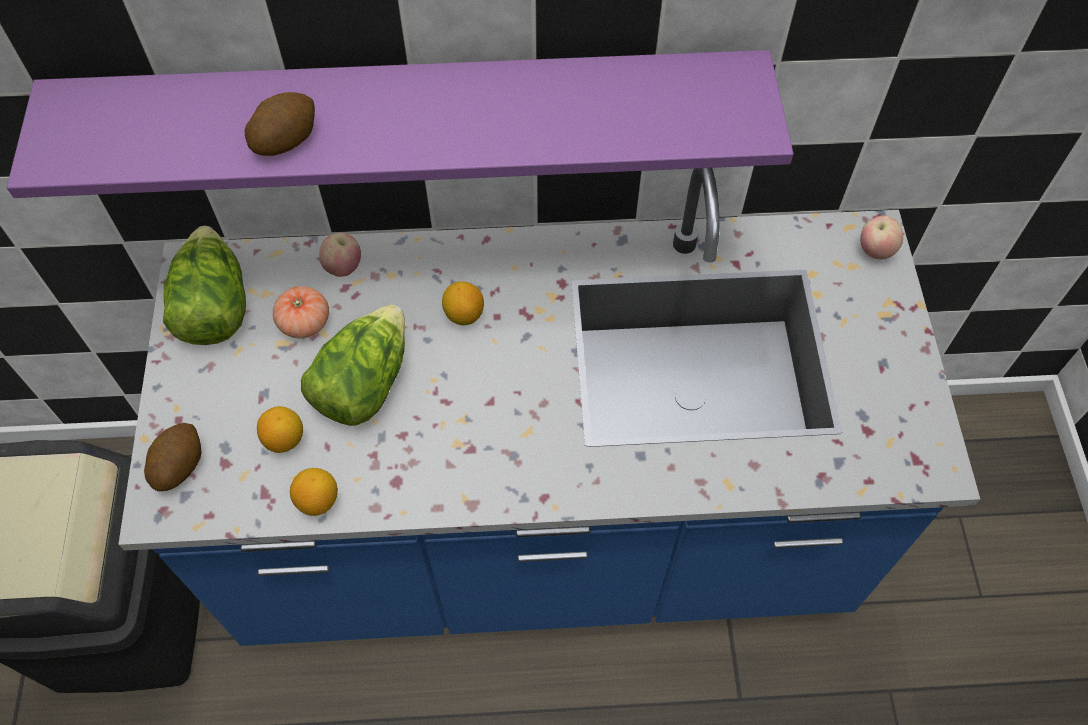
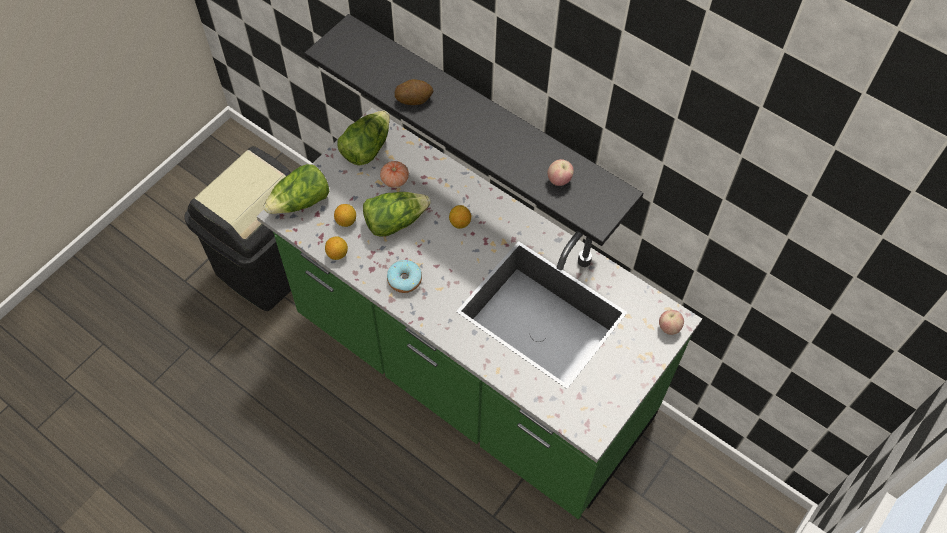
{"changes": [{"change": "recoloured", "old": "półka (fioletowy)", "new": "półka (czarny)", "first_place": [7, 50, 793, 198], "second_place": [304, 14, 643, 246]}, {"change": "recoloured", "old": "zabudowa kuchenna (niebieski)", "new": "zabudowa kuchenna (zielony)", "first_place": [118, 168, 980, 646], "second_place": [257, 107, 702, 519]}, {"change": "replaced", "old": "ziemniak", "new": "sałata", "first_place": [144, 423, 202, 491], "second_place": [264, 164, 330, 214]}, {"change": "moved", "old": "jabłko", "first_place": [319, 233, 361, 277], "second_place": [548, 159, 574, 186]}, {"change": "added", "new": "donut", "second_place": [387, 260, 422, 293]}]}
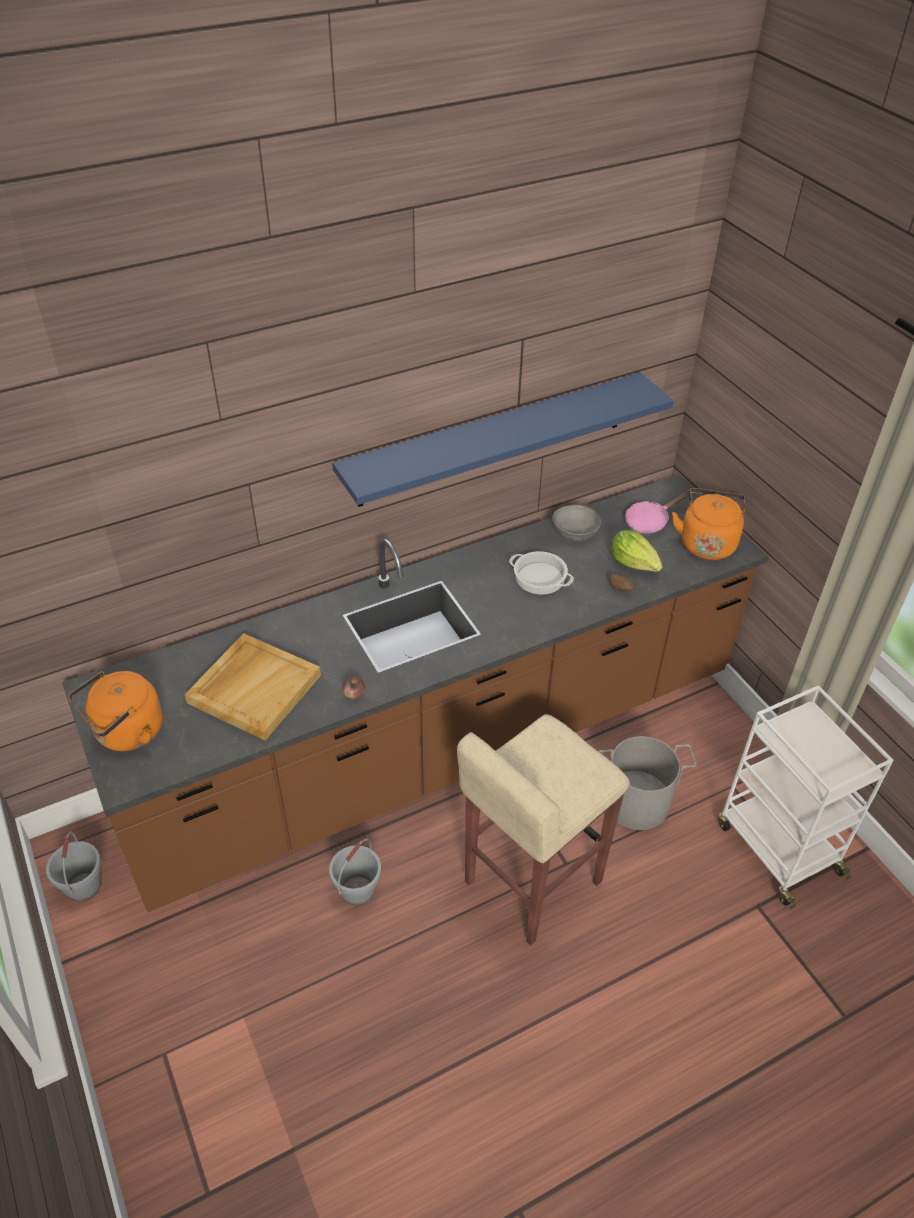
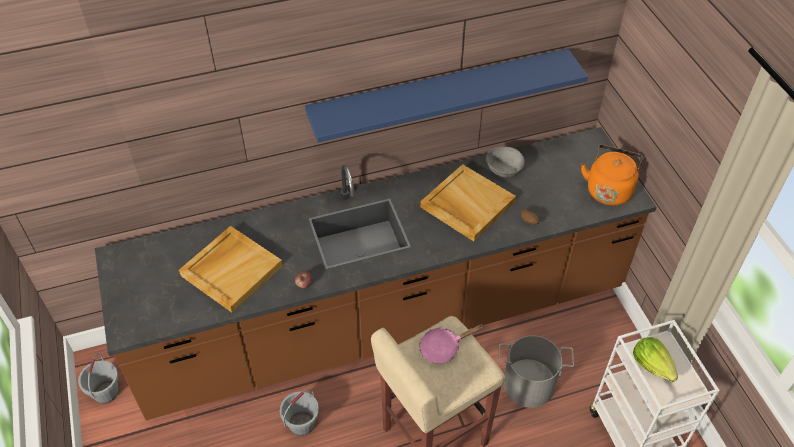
{"changes": [{"change": "removed", "old": "czajnik (pomarańczowy)", "first_place": [69, 671, 163, 751]}, {"change": "replaced", "old": "garnek", "new": "taca (beżowy)", "first_place": [509, 551, 574, 595], "second_place": [421, 164, 516, 241]}, {"change": "moved", "old": "sałata", "first_place": [610, 530, 663, 572], "second_place": [633, 337, 678, 382]}, {"change": "moved", "old": "patelnia (różowy)", "first_place": [625, 492, 689, 534], "second_place": [419, 324, 485, 364]}]}
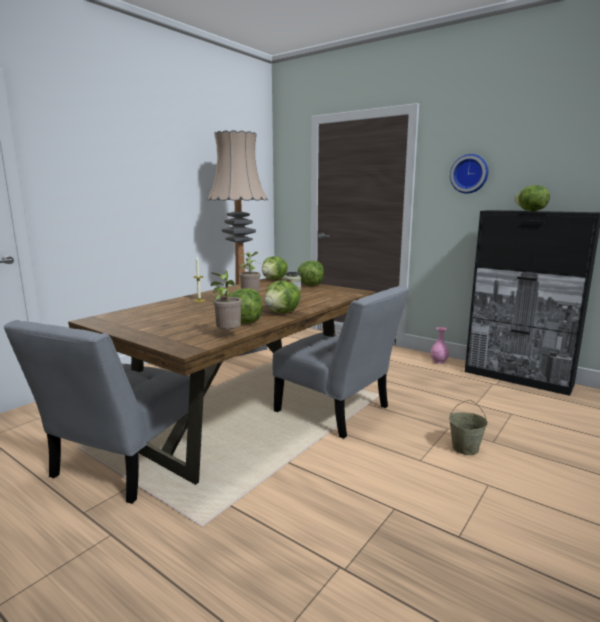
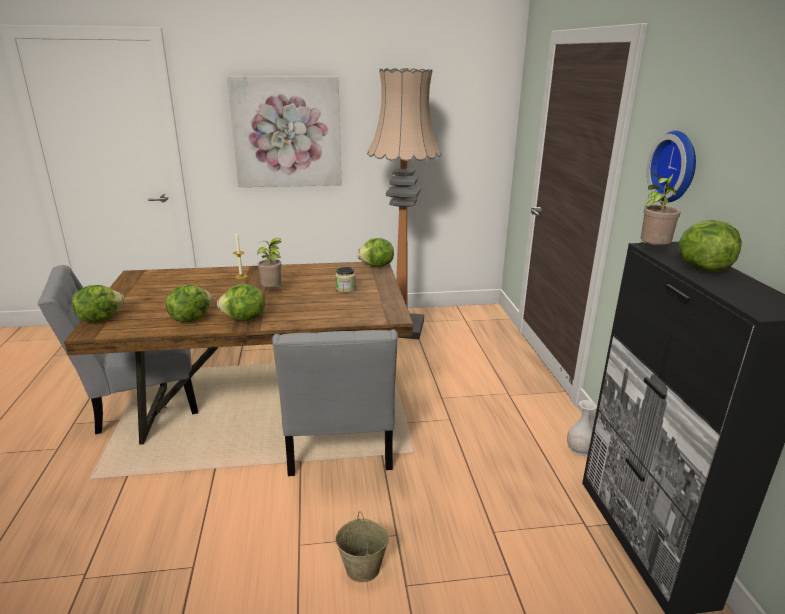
{"changes": [{"change": "moved", "old": "roślina doniczkowa", "first_place": [211, 271, 242, 332], "second_place": [639, 173, 681, 245]}, {"change": "moved", "old": "sałata", "first_place": [297, 261, 324, 286], "second_place": [72, 285, 125, 323]}, {"change": "recoloured", "old": "wazon (różowy)", "new": "wazon (biały)", "first_place": [430, 327, 449, 364], "second_place": [567, 400, 597, 456]}, {"change": "added", "new": "obraz", "second_place": [227, 76, 342, 187]}]}
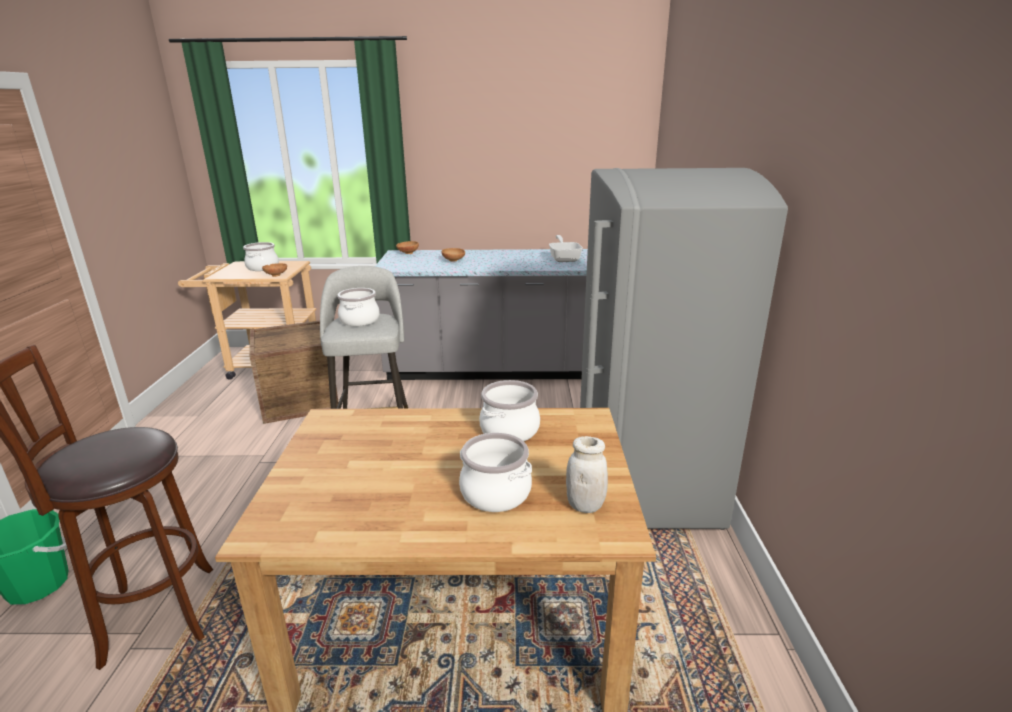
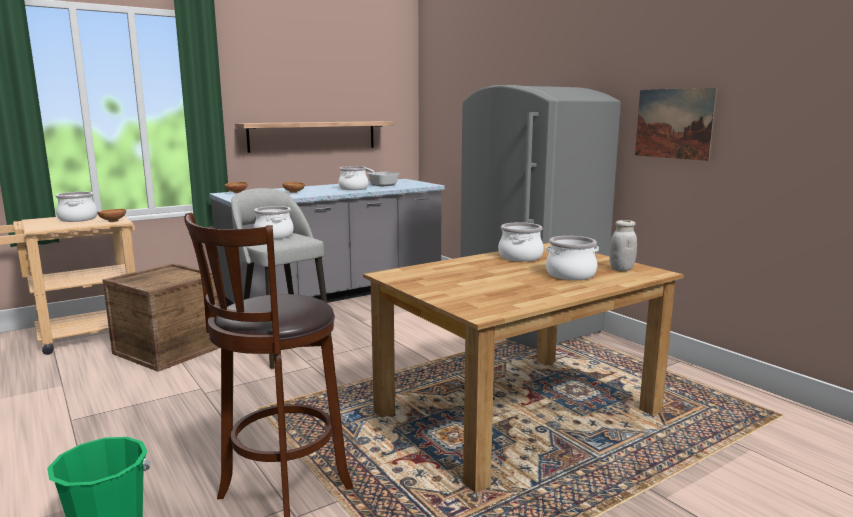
{"changes": [{"change": "added", "new": "półka", "second_place": [235, 121, 394, 153]}, {"change": "added", "new": "garnek", "second_place": [338, 166, 368, 190]}, {"change": "added", "new": "obraz", "second_place": [635, 88, 718, 161]}]}
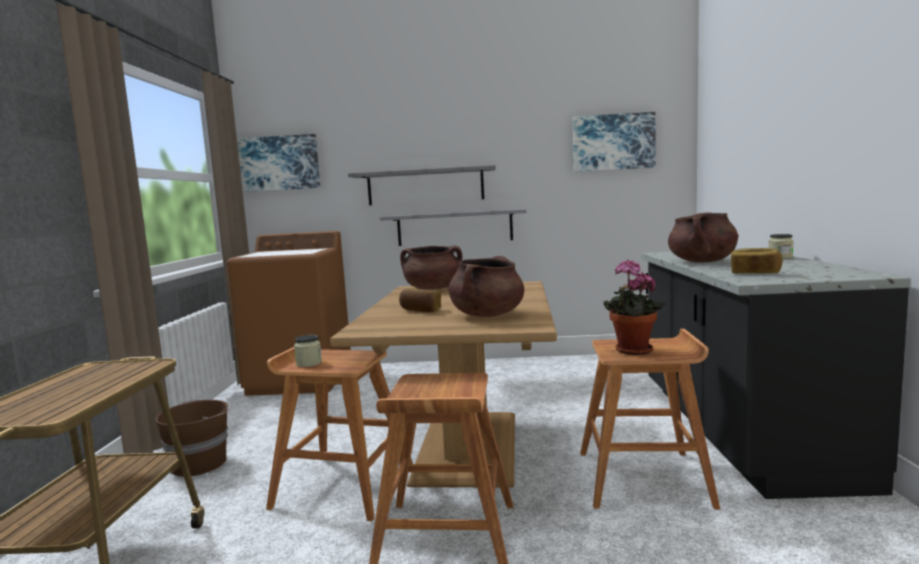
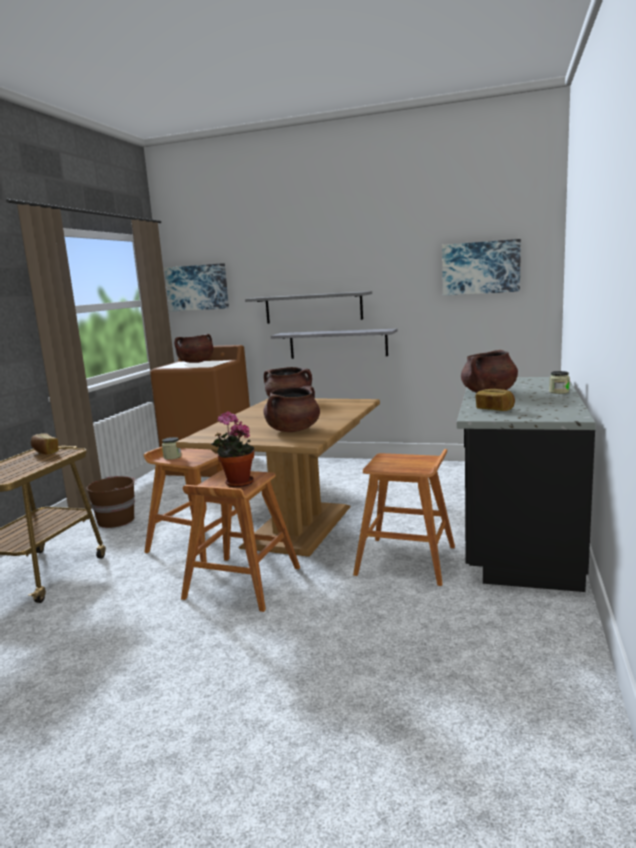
{"changes": [{"change": "moved", "old": "chleb", "first_place": [399, 288, 441, 312], "second_place": [31, 433, 59, 455]}, {"change": "moved", "old": "roślina doniczkowa", "first_place": [604, 259, 665, 355], "second_place": [211, 411, 254, 487]}, {"change": "added", "new": "garnek (brązowy)", "second_place": [174, 334, 213, 363]}]}
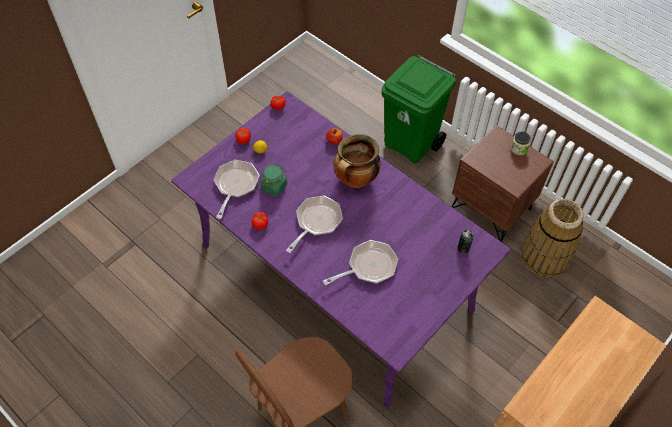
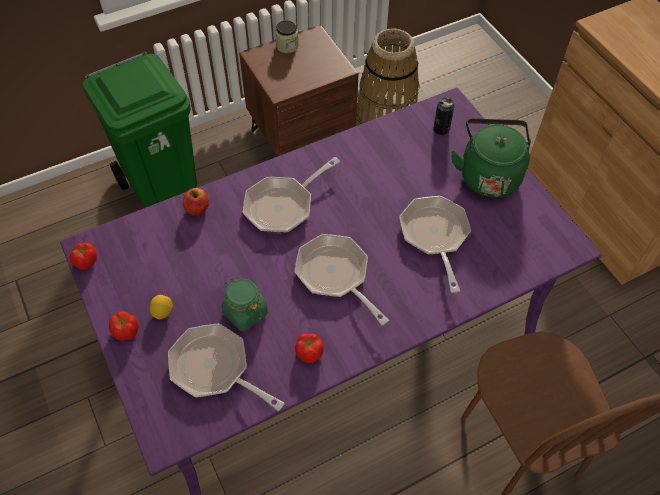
{"changes": [{"change": "replaced", "old": "garnek", "new": "patelnia", "first_place": [333, 134, 381, 188], "second_place": [243, 157, 340, 232]}, {"change": "added", "new": "czajnik (zielony)", "second_place": [451, 119, 531, 198]}]}
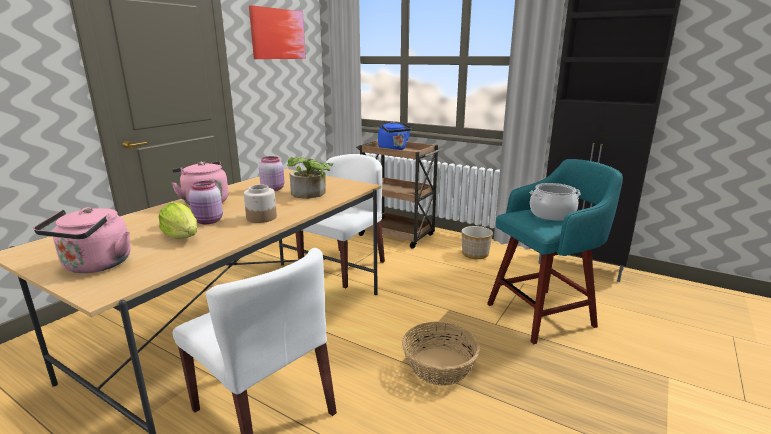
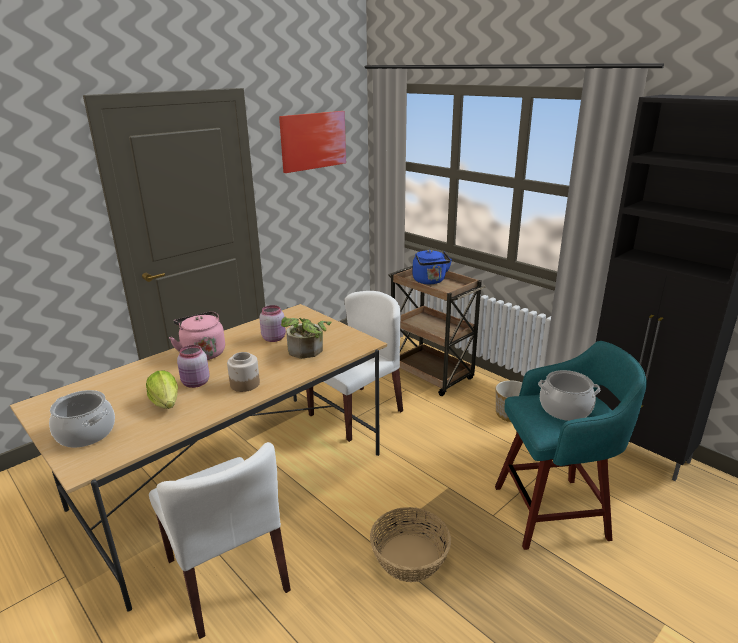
{"changes": [{"change": "replaced", "old": "czajnik (różowy)", "new": "garnek", "first_place": [33, 207, 131, 273], "second_place": [49, 390, 115, 448]}]}
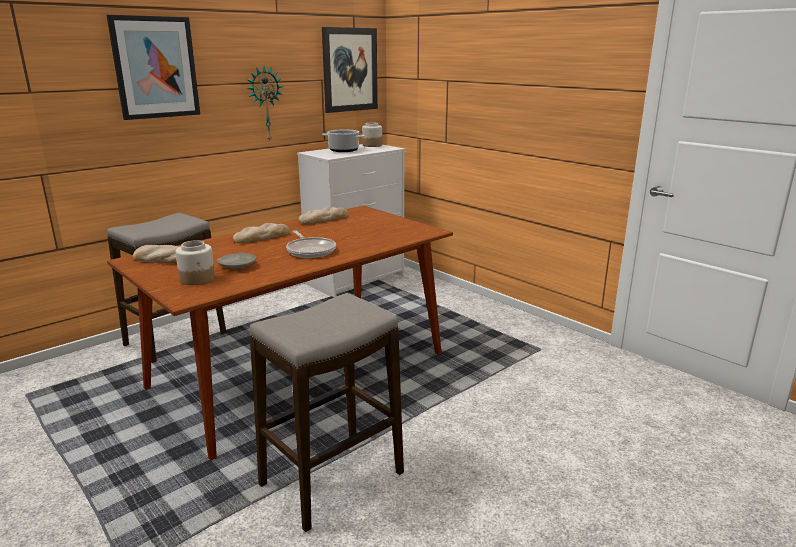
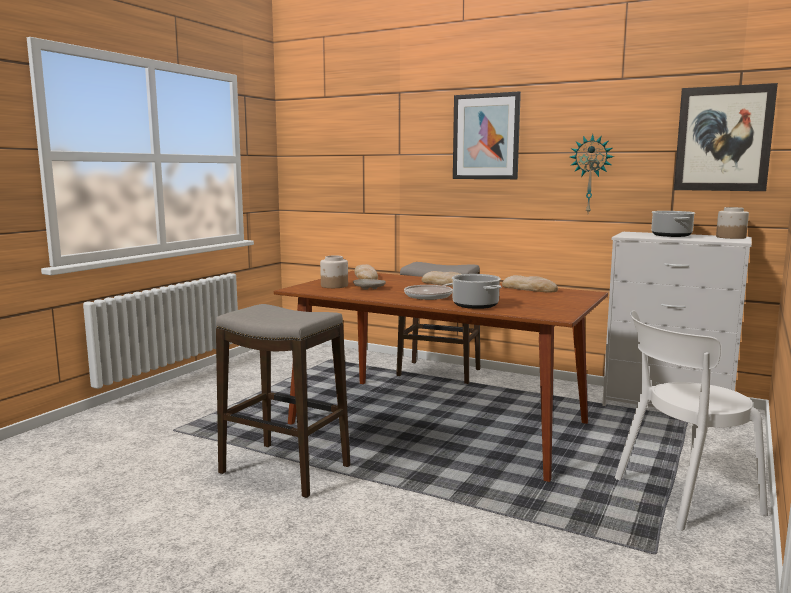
{"changes": [{"change": "added", "new": "garnek", "second_place": [452, 274, 501, 309]}, {"change": "added", "new": "krzesło (biały)", "second_place": [615, 310, 768, 531]}]}
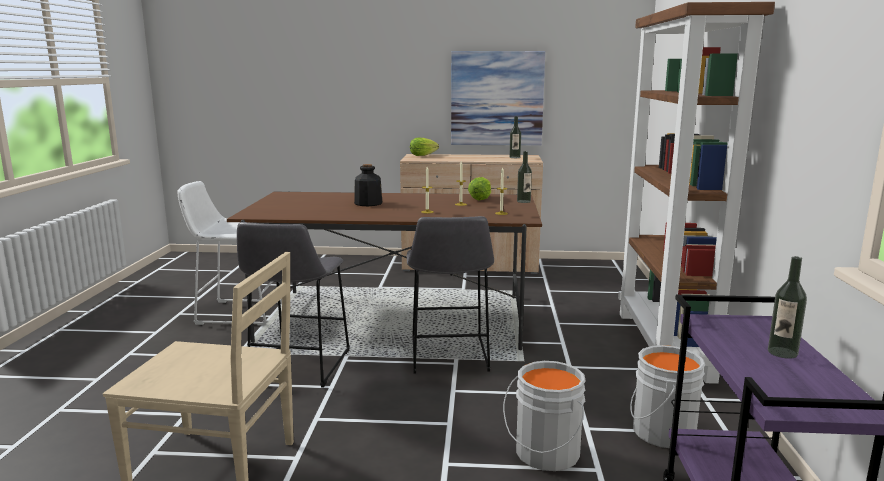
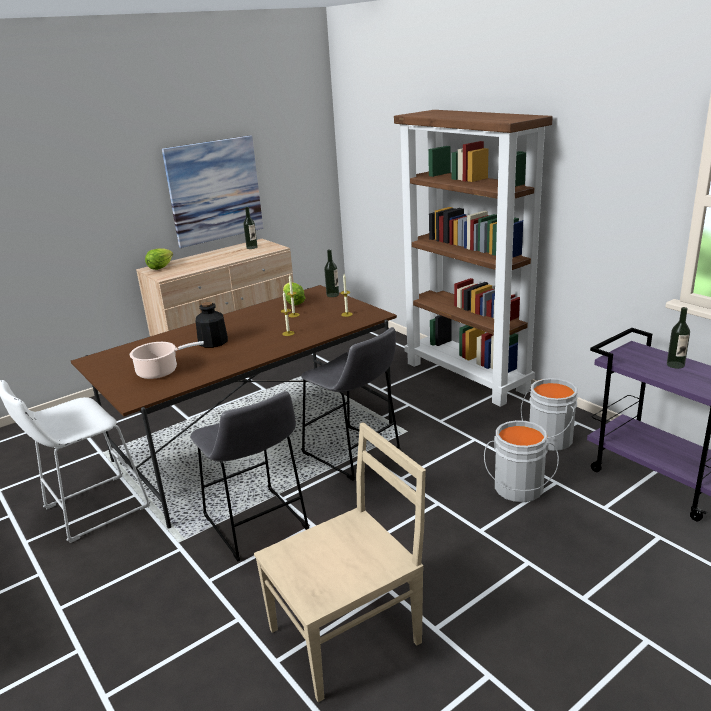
{"changes": [{"change": "added", "new": "garnek", "second_place": [130, 341, 204, 379]}]}
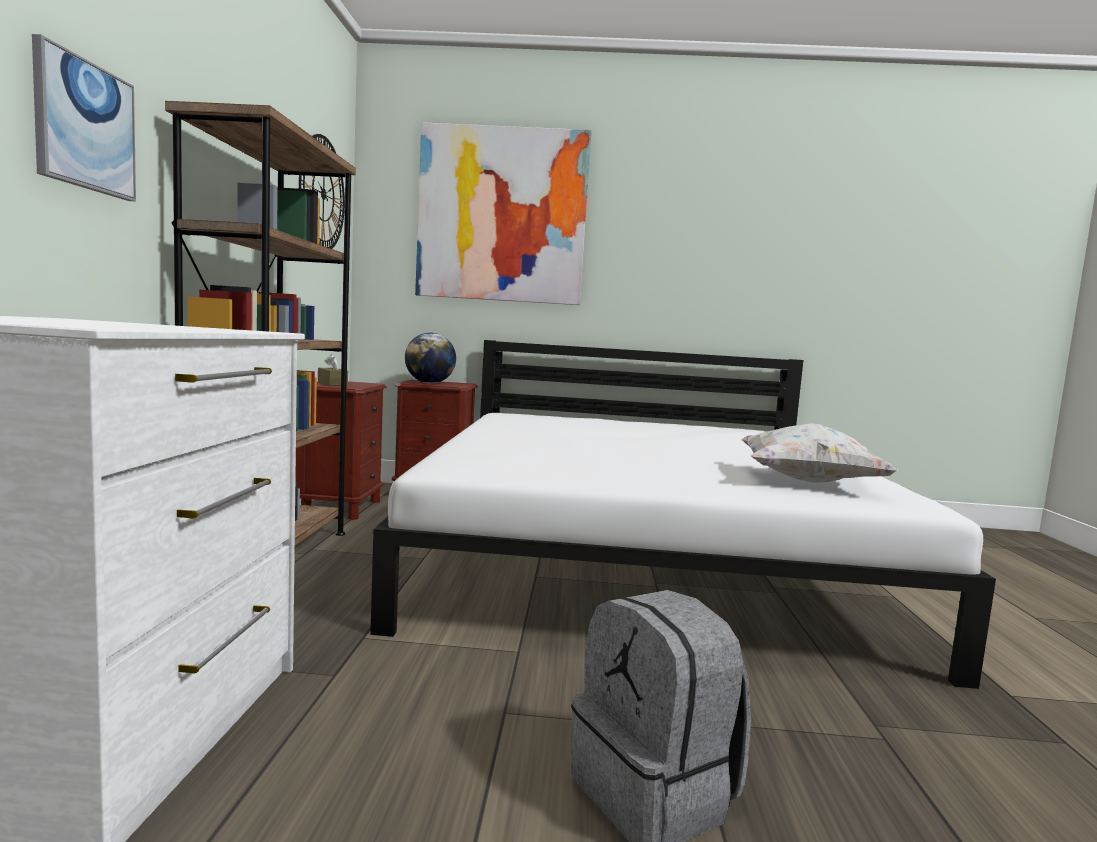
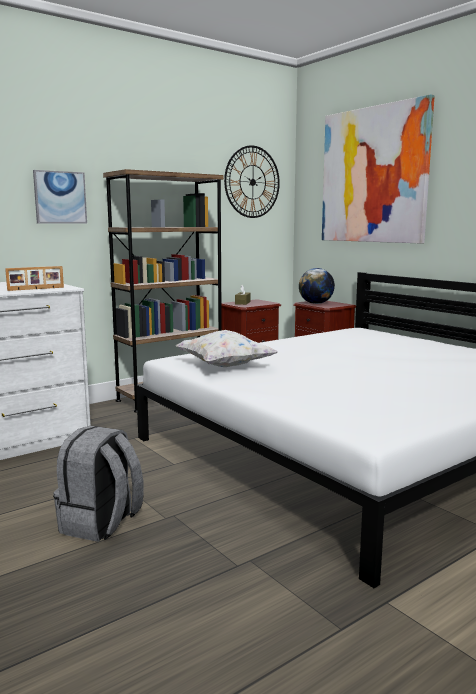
{"changes": [{"change": "moved", "old": "poduszka (biały)", "first_place": [741, 423, 898, 483], "second_place": [176, 330, 278, 367]}, {"change": "added", "new": "ramka na zdjęcie", "second_place": [5, 266, 64, 291]}]}
